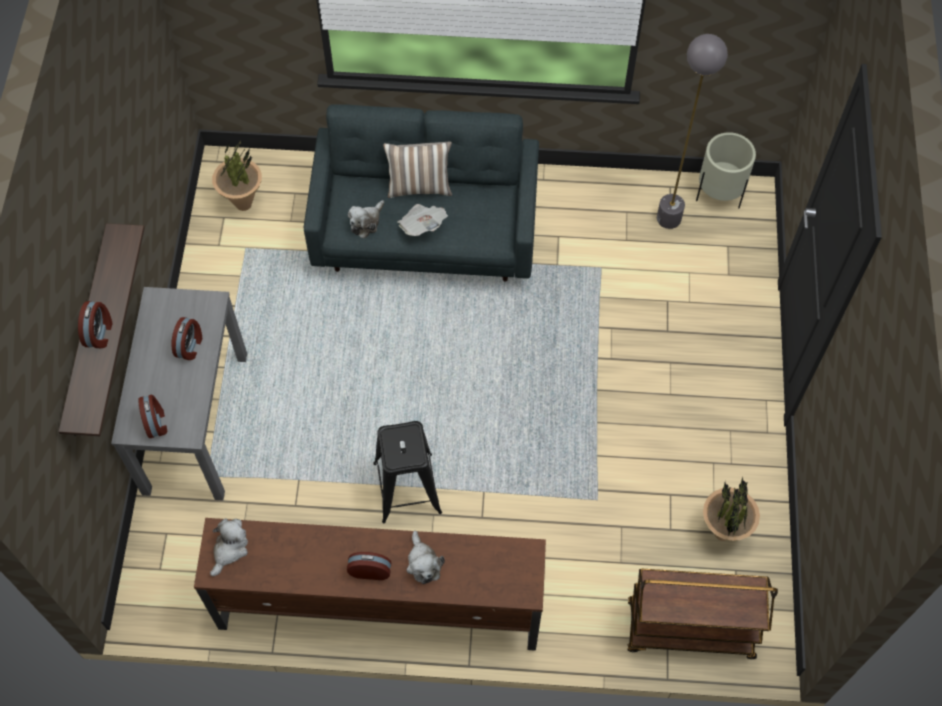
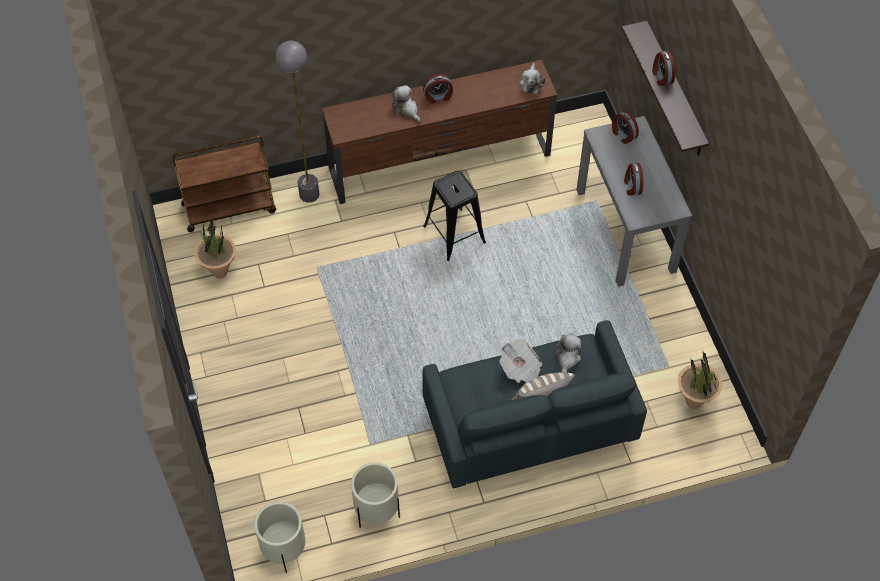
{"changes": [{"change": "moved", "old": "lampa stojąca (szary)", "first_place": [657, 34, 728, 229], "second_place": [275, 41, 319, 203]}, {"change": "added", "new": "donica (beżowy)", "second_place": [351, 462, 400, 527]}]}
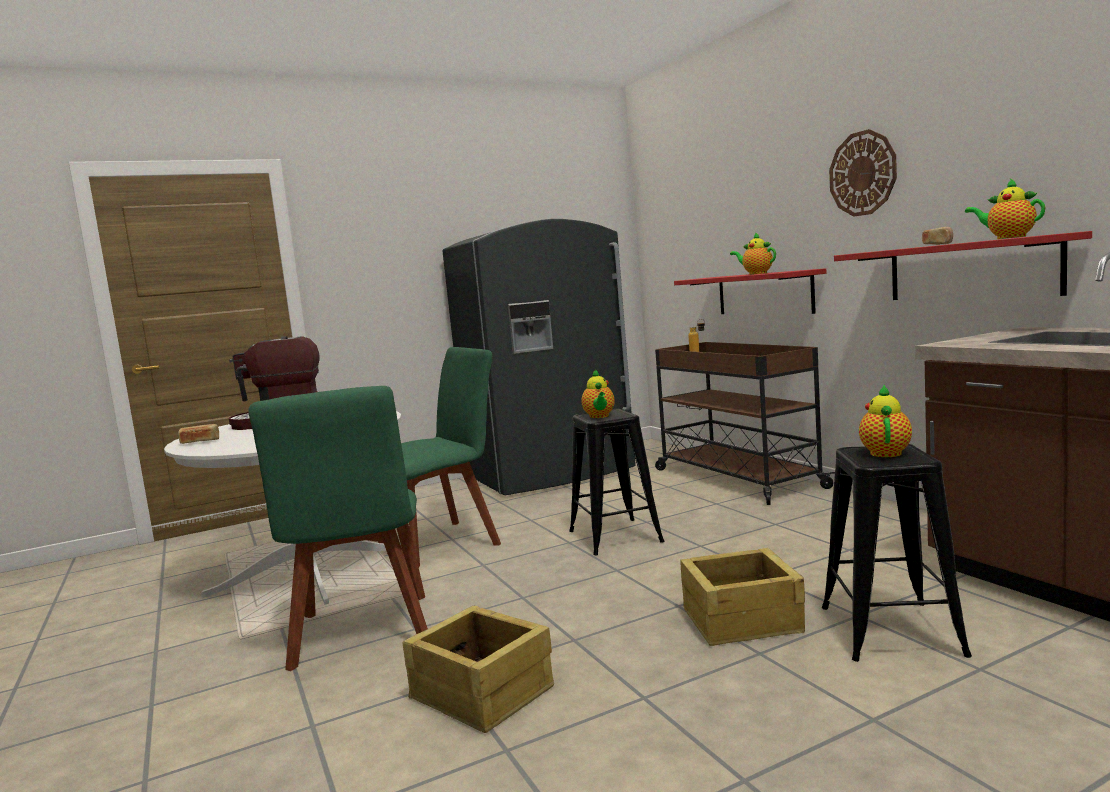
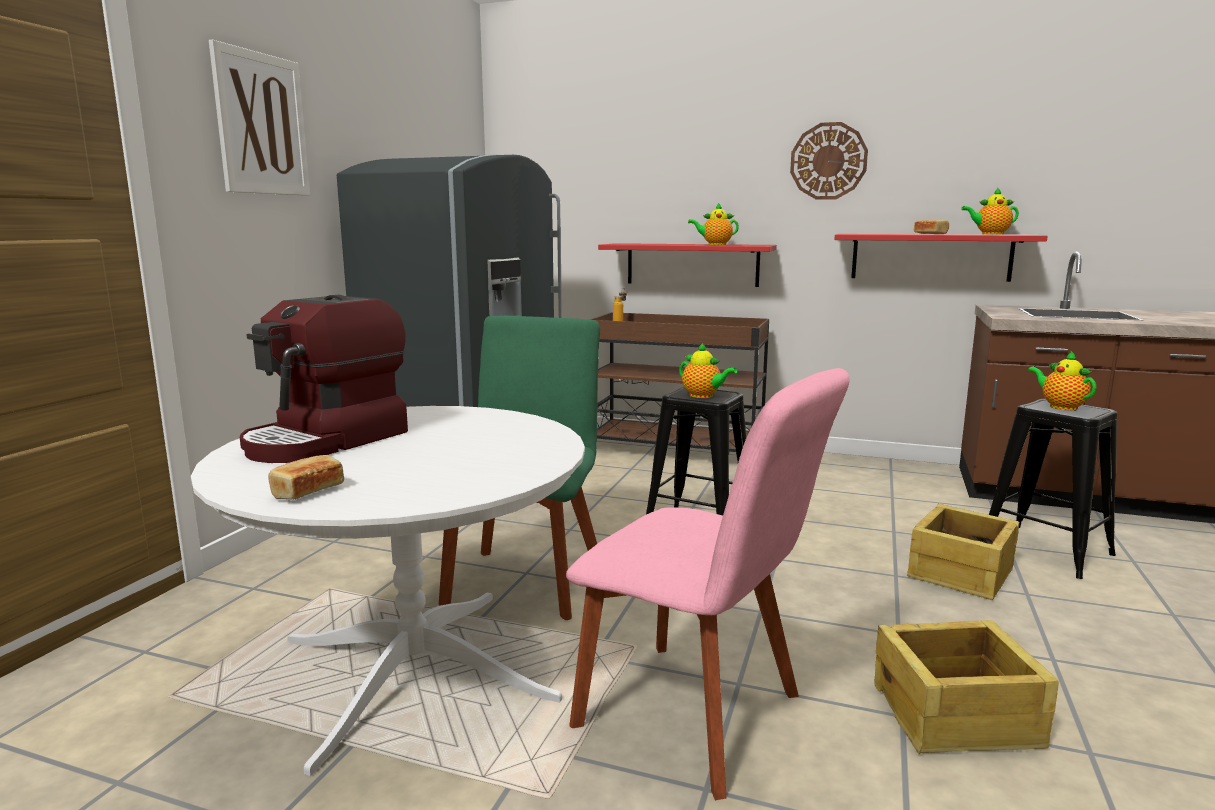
{"changes": [{"change": "recoloured", "old": "krzesło (zielony)", "new": "krzesło (różowy)", "first_place": [248, 386, 428, 671], "second_place": [566, 368, 850, 800]}, {"change": "added", "new": "obraz", "second_place": [209, 40, 310, 196]}]}
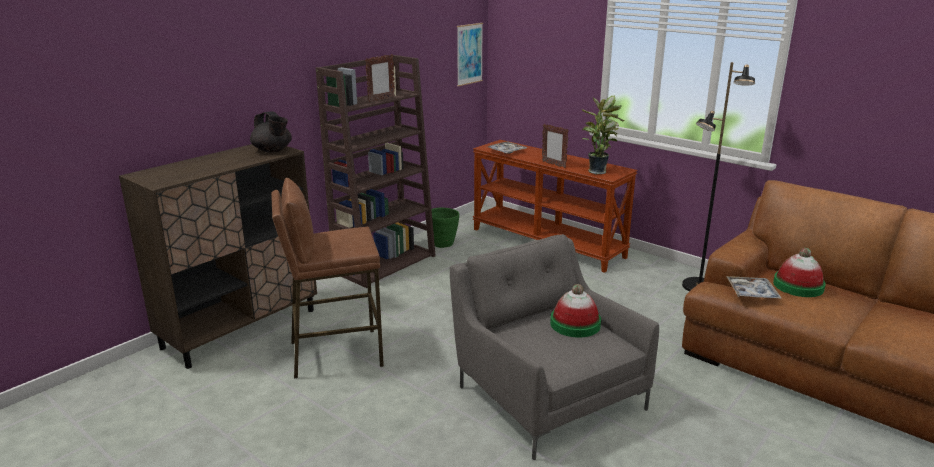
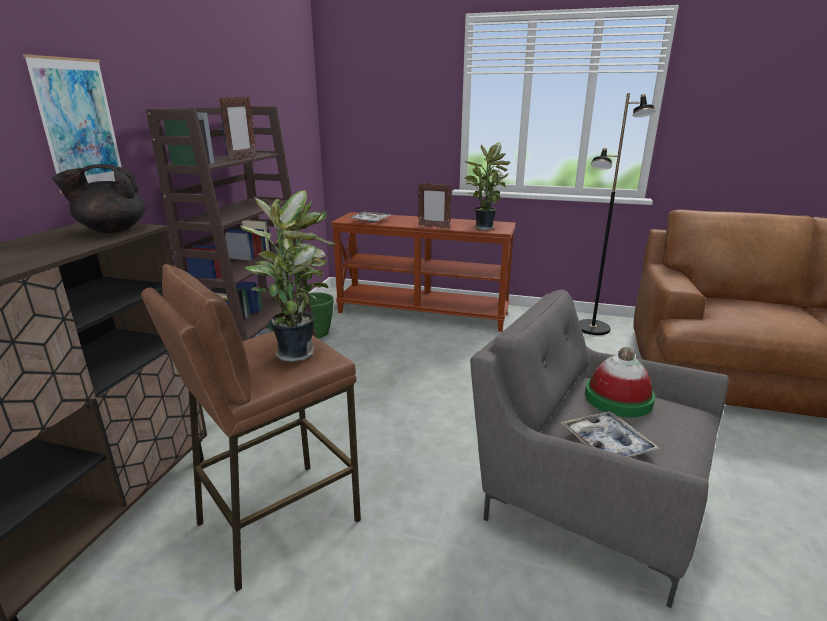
{"changes": [{"change": "turned", "old": "imbryk (czarny)", "first_place": [250, 111, 292, 153], "second_place": [52, 164, 146, 233], "degrees": 135}, {"change": "moved", "old": "obraz", "first_place": [457, 23, 483, 86], "second_place": [23, 54, 122, 193]}, {"change": "moved", "old": "taca", "first_place": [726, 276, 782, 299], "second_place": [561, 411, 660, 457]}, {"change": "removed", "old": "kapelusz", "first_place": [773, 248, 826, 297]}, {"change": "added", "new": "roślina doniczkowa", "second_place": [240, 190, 338, 362]}]}
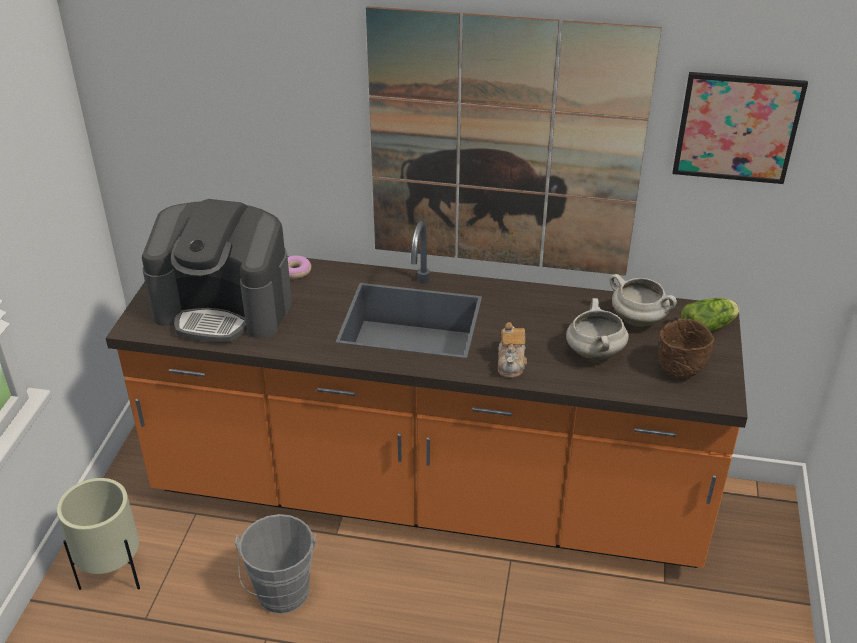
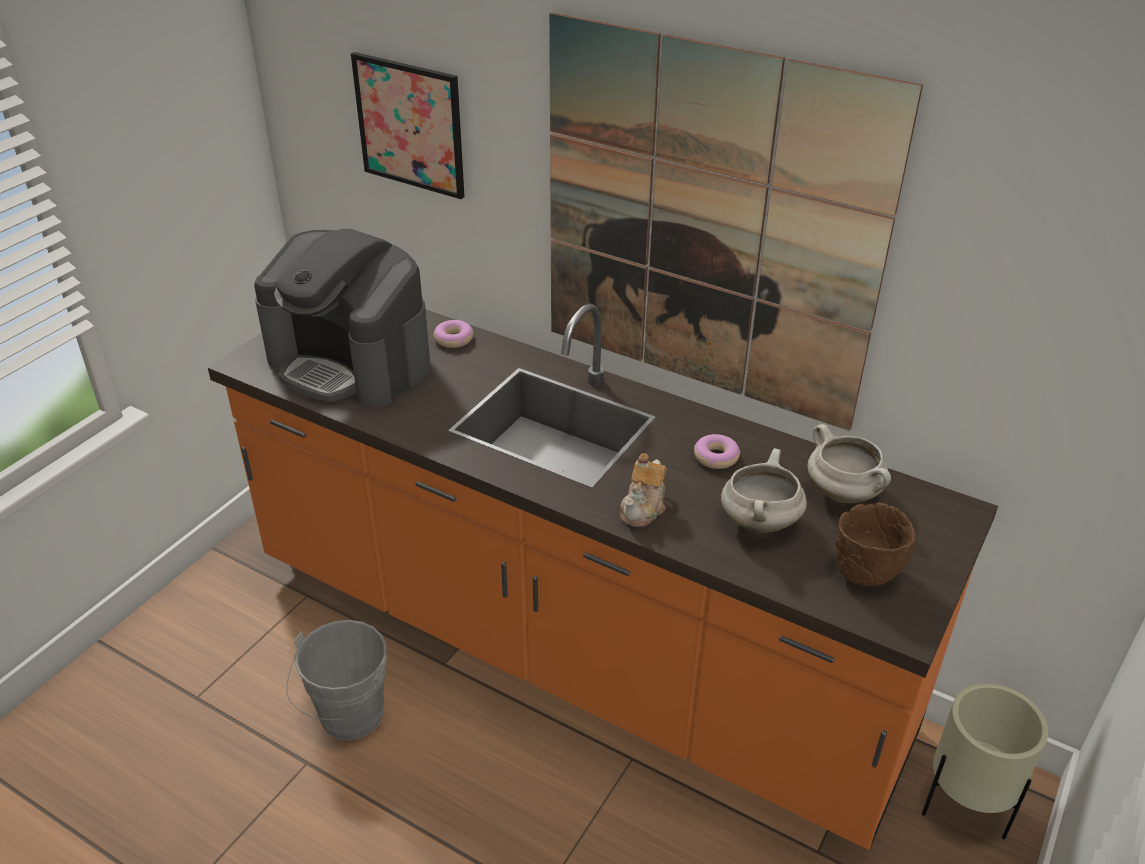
{"changes": [{"change": "moved", "old": "donica (beżowy)", "first_place": [57, 478, 140, 590], "second_place": [922, 683, 1048, 840]}, {"change": "moved", "old": "obraz", "first_place": [673, 72, 808, 184], "second_place": [351, 52, 464, 199]}, {"change": "removed", "old": "sałata", "first_place": [680, 298, 739, 332]}, {"change": "added", "new": "donut", "second_place": [694, 434, 741, 469]}]}
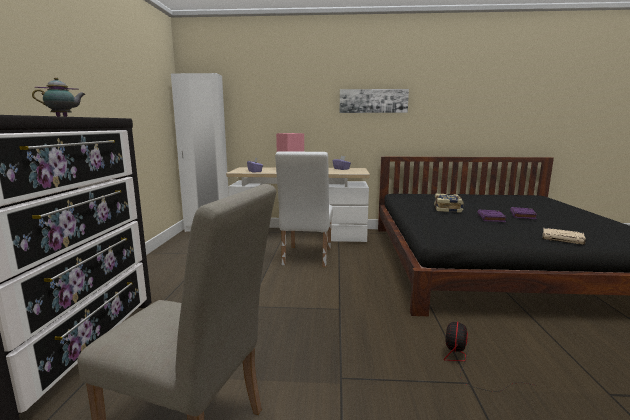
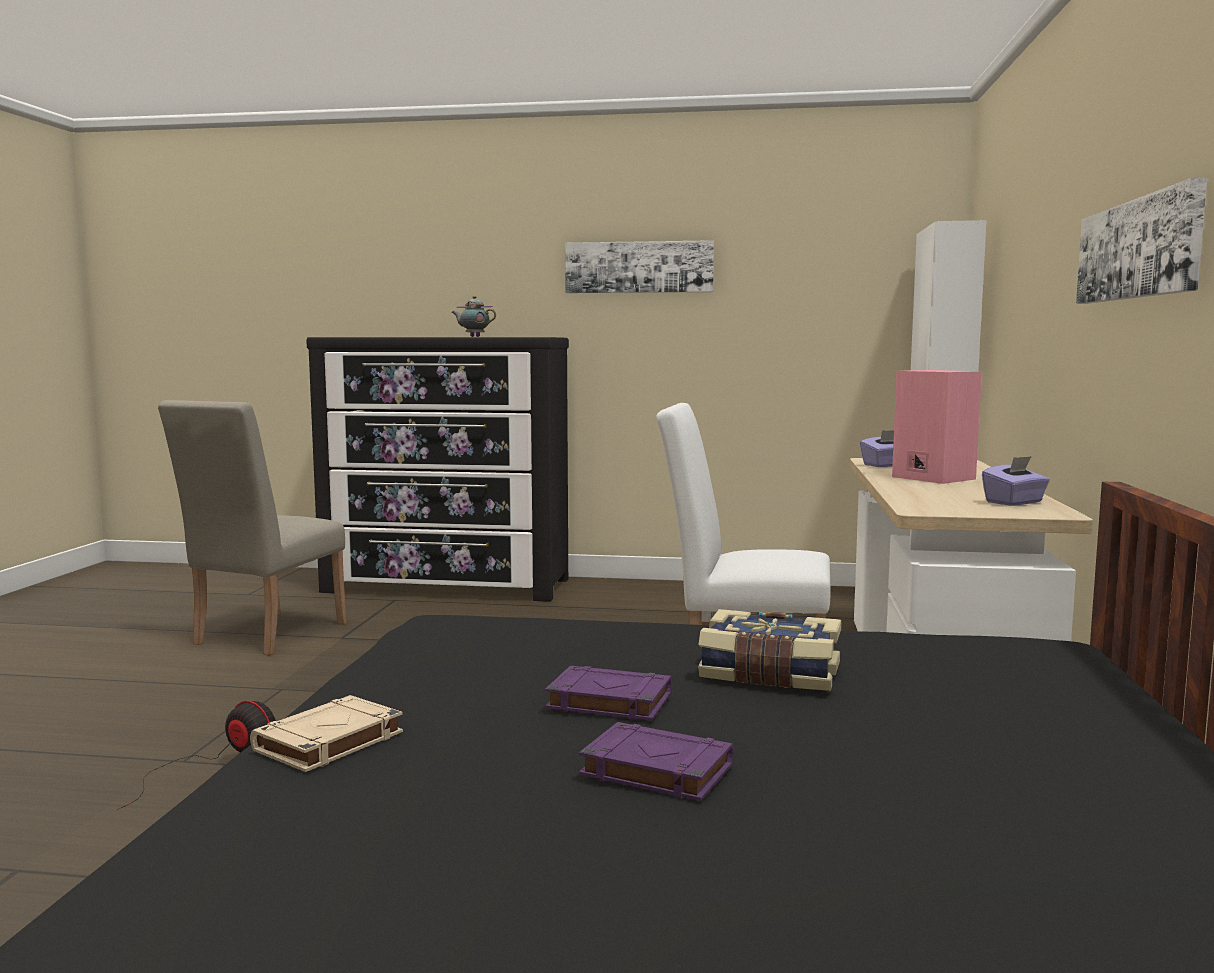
{"changes": [{"change": "turned", "old": "imbryk", "first_place": [32, 77, 86, 117], "second_place": [451, 296, 496, 337], "degrees": 135}, {"change": "added", "new": "obraz", "second_place": [565, 240, 714, 293]}]}
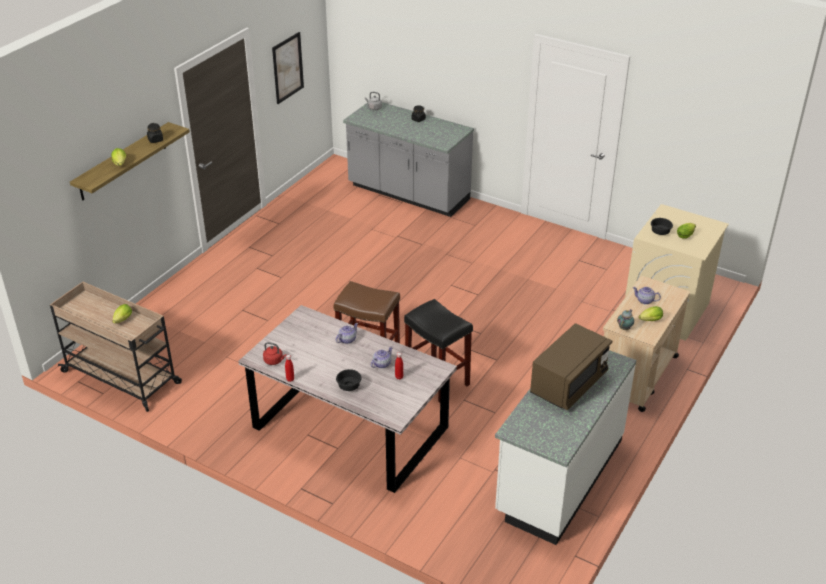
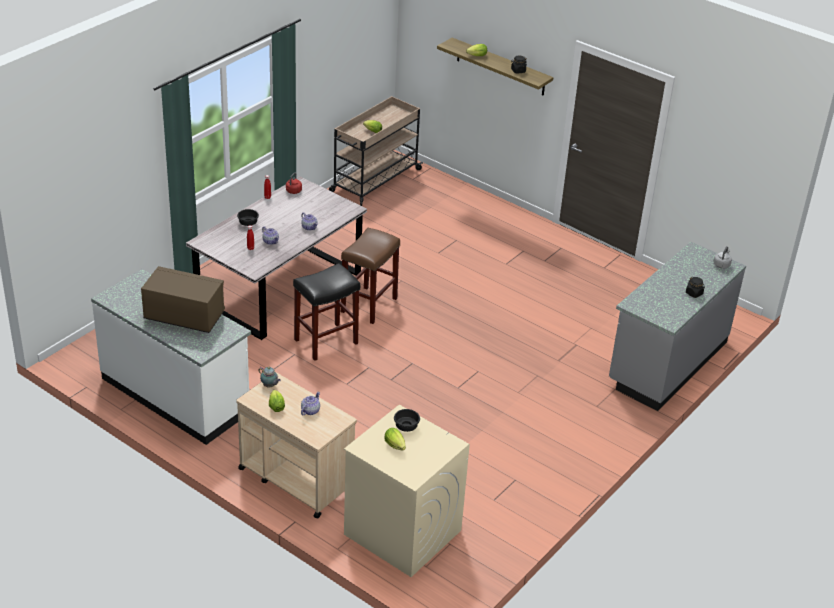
{"changes": [{"change": "removed", "old": "obraz", "first_place": [272, 32, 304, 104]}, {"change": "turned", "old": "mikrofalówka (brązowy)", "first_place": [530, 323, 612, 410], "second_place": [141, 266, 225, 333], "degrees": 150}]}
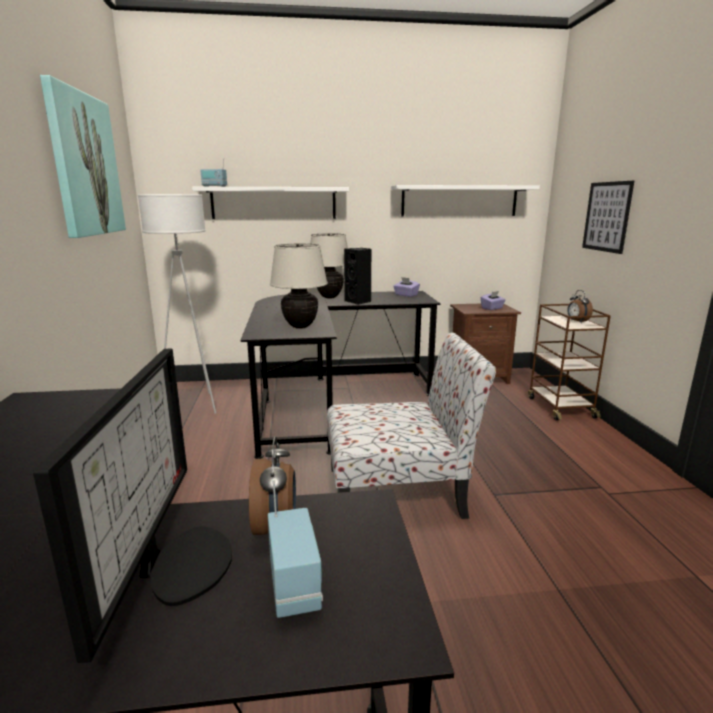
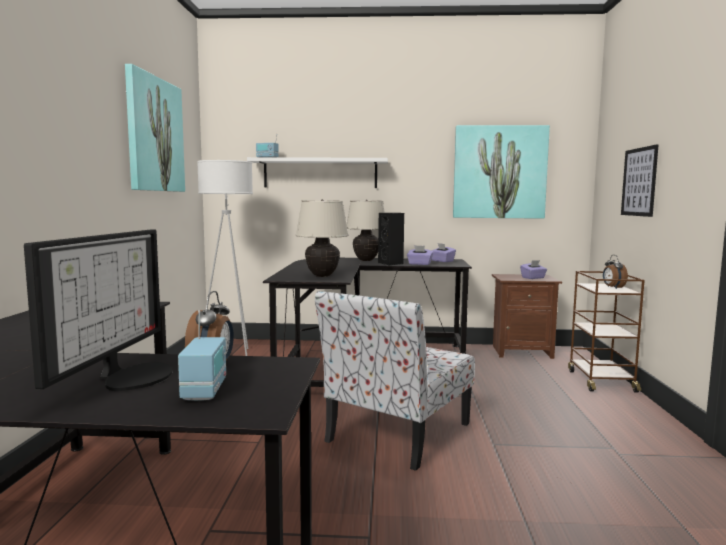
{"changes": [{"change": "turned", "old": "krzesło", "first_place": [327, 332, 496, 519], "second_place": [315, 291, 475, 471], "degrees": 120}, {"change": "replaced", "old": "półka (biały)", "new": "obraz", "first_place": [391, 185, 540, 216], "second_place": [453, 125, 550, 219]}, {"change": "added", "new": "pudełko chusteczek (fioletowy)", "second_place": [407, 245, 433, 265]}]}
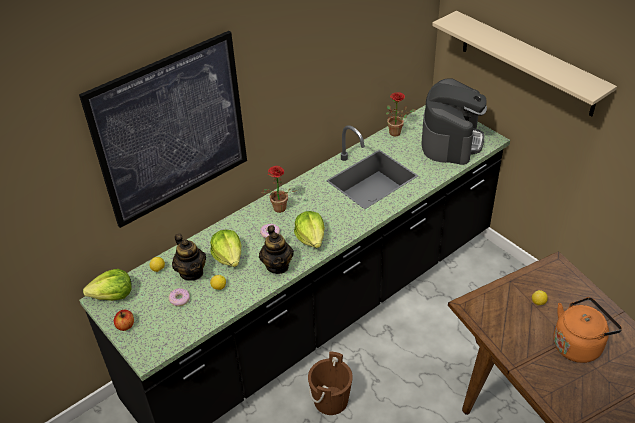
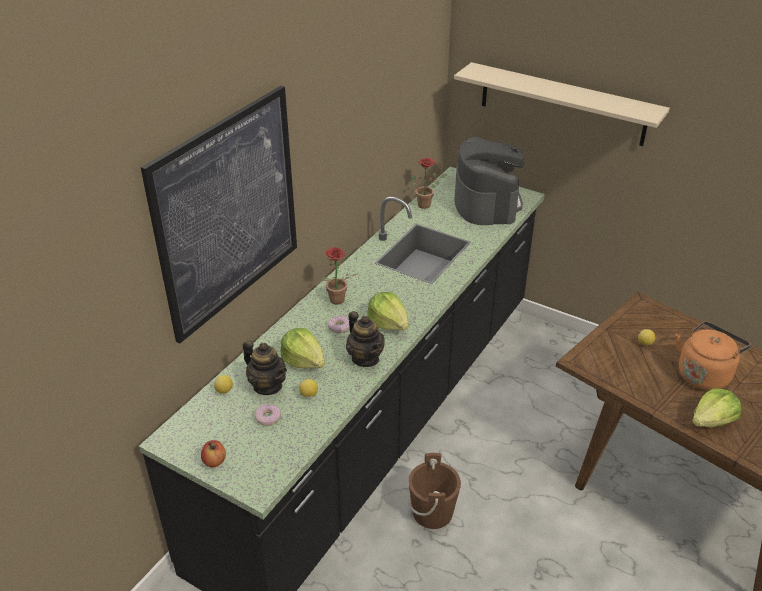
{"changes": [{"change": "moved", "old": "sałata", "first_place": [83, 269, 132, 301], "second_place": [692, 388, 741, 428]}]}
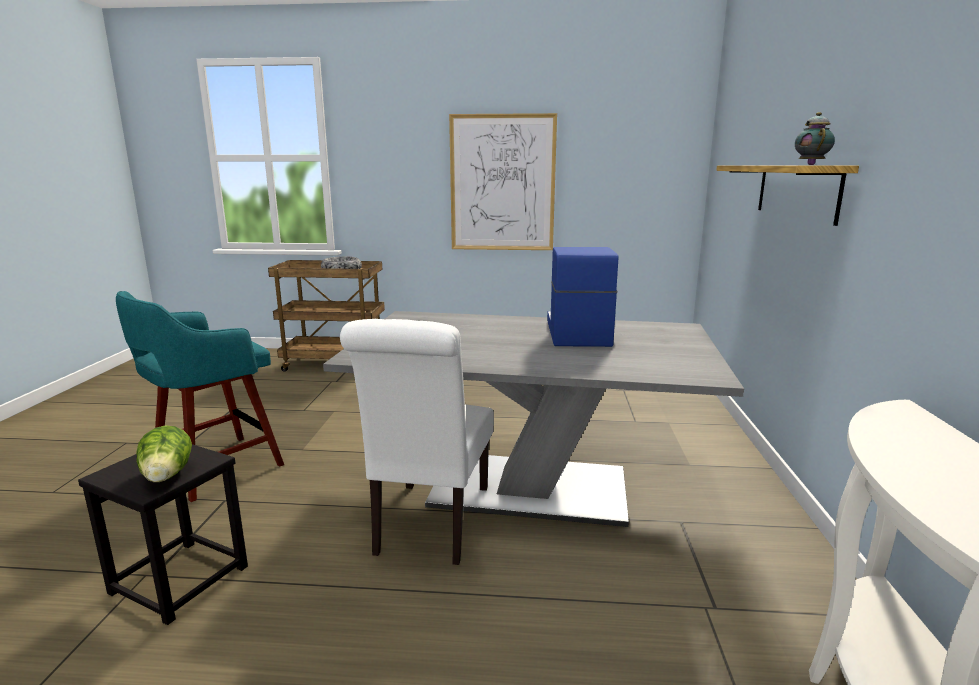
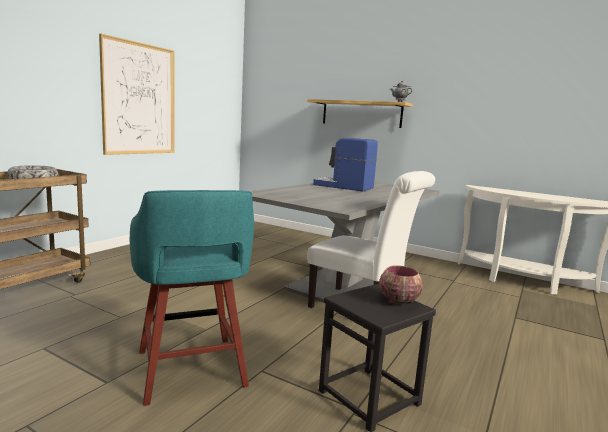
{"changes": [{"change": "replaced", "old": "sałata", "new": "miska", "first_place": [136, 425, 192, 482], "second_place": [379, 265, 423, 305]}]}
